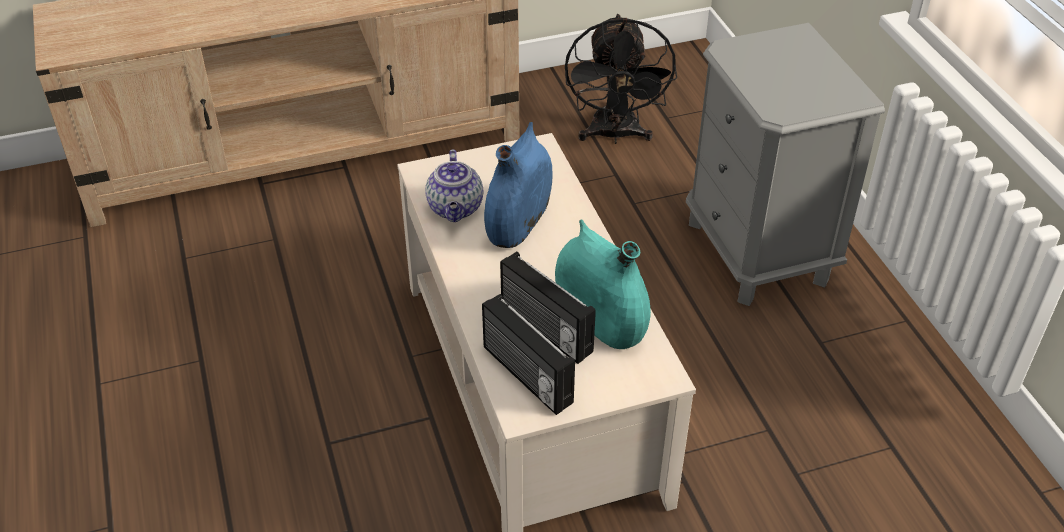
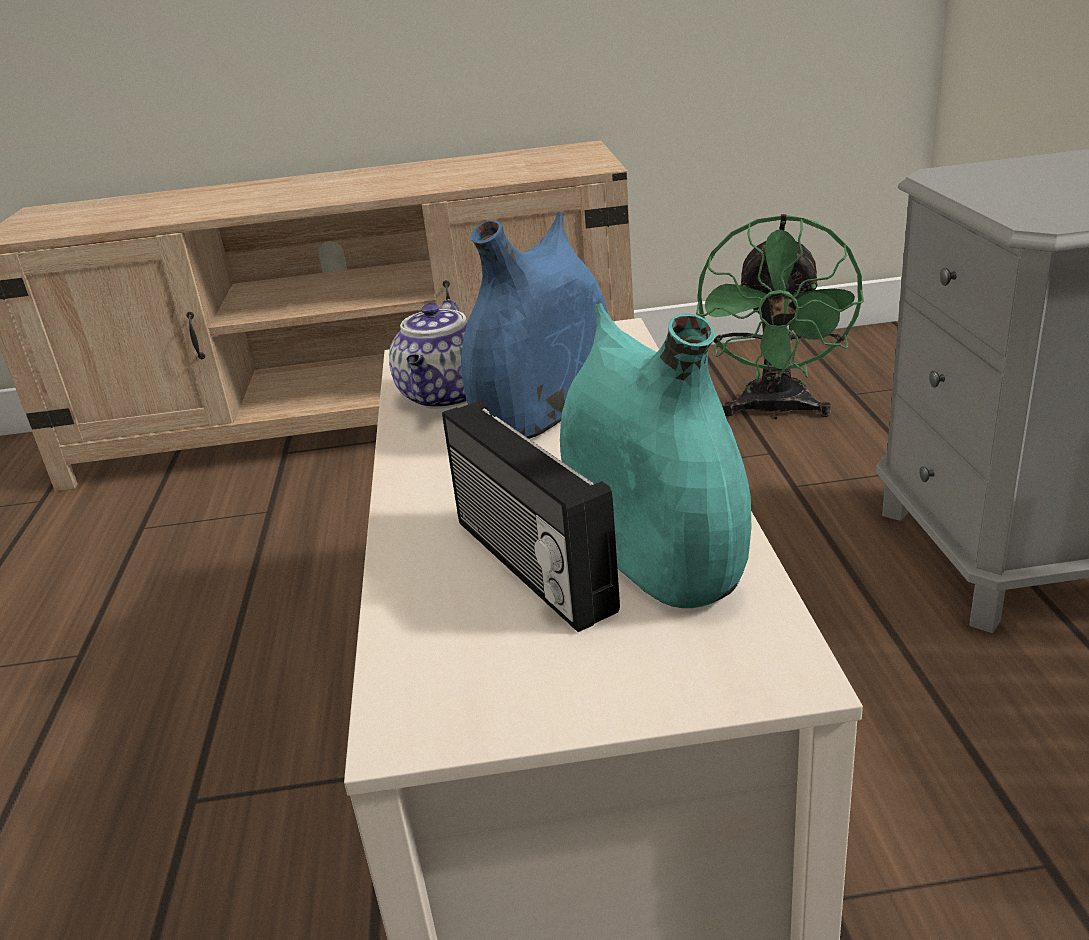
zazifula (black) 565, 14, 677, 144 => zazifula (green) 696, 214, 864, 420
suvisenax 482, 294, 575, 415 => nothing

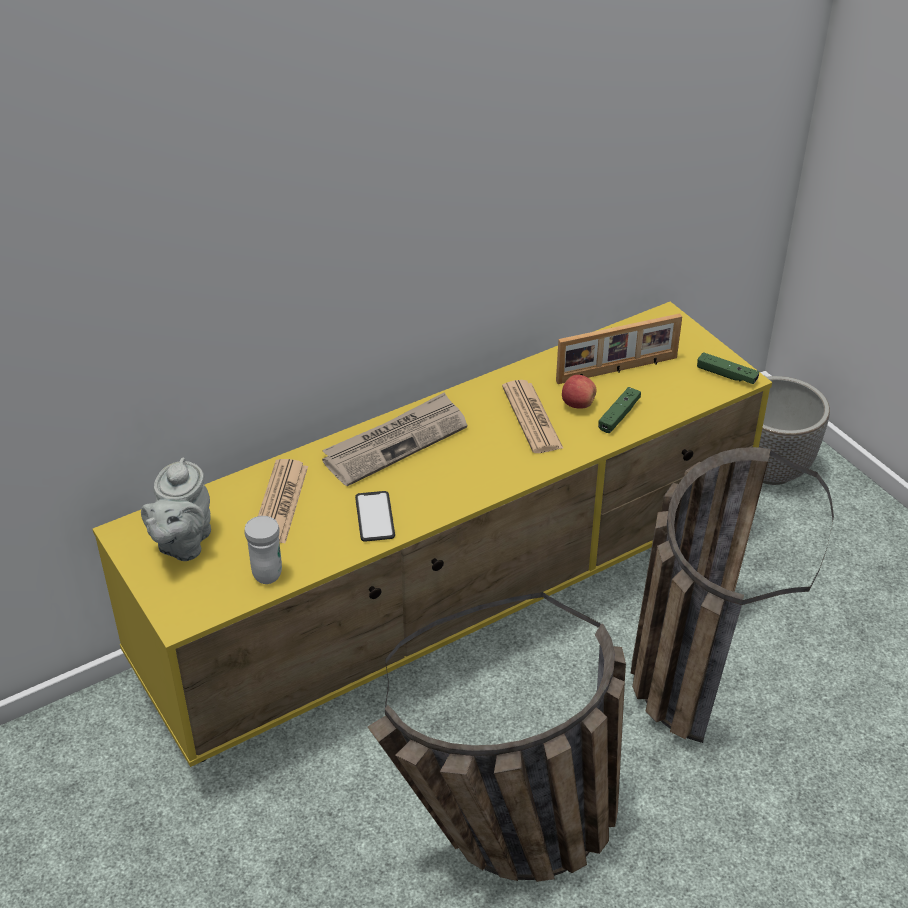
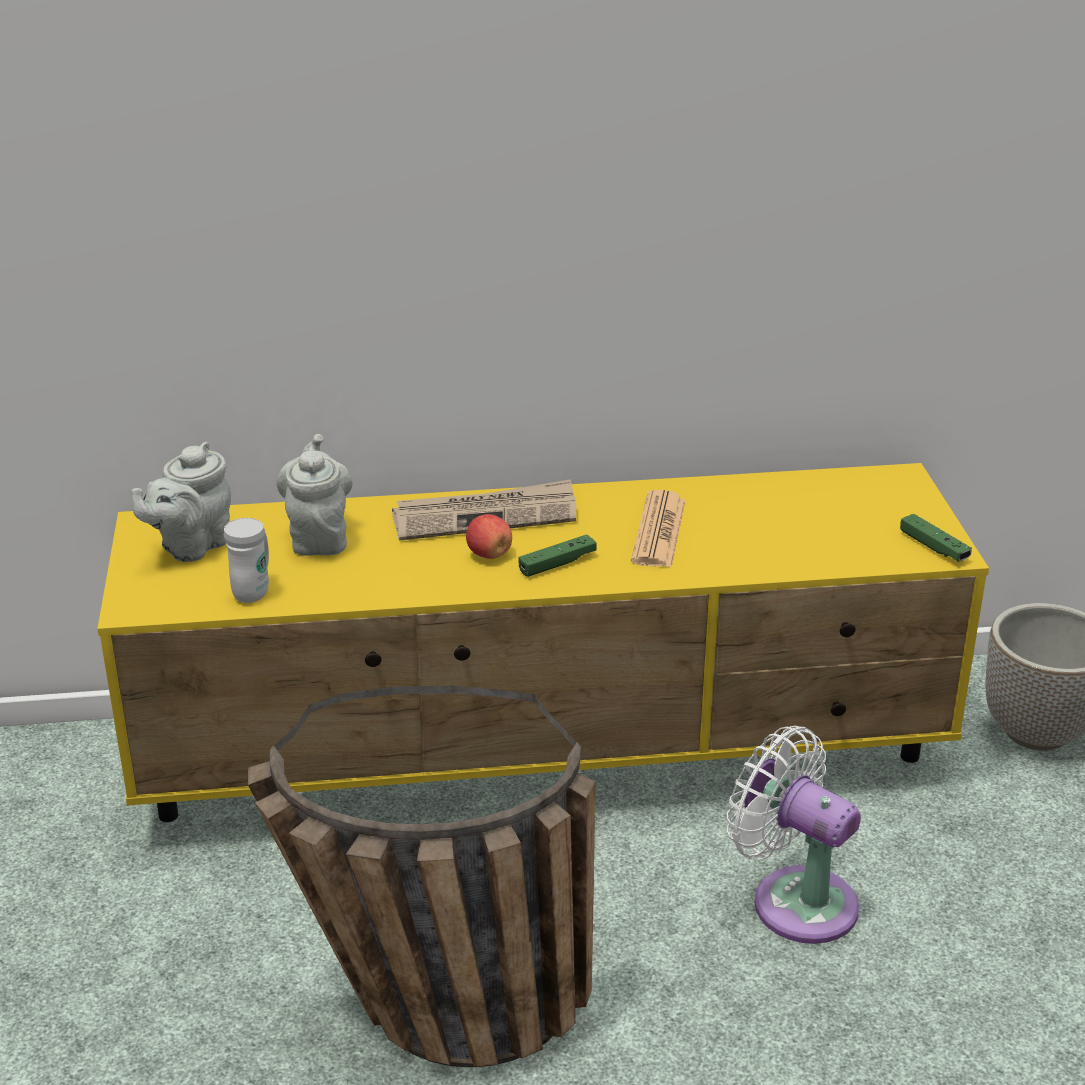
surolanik 556, 313, 682, 384 => nothing
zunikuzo 562, 375, 596, 409 => zunikuzo 466, 514, 512, 559, moved
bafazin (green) 598, 387, 641, 433 => bafazin (green) 518, 534, 597, 577, moved
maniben 631, 447, 834, 743 => zazifula (white) 726, 726, 861, 944
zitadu 258, 459, 308, 543 => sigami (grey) 277, 434, 353, 556
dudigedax 355, 491, 395, 542 => nothing

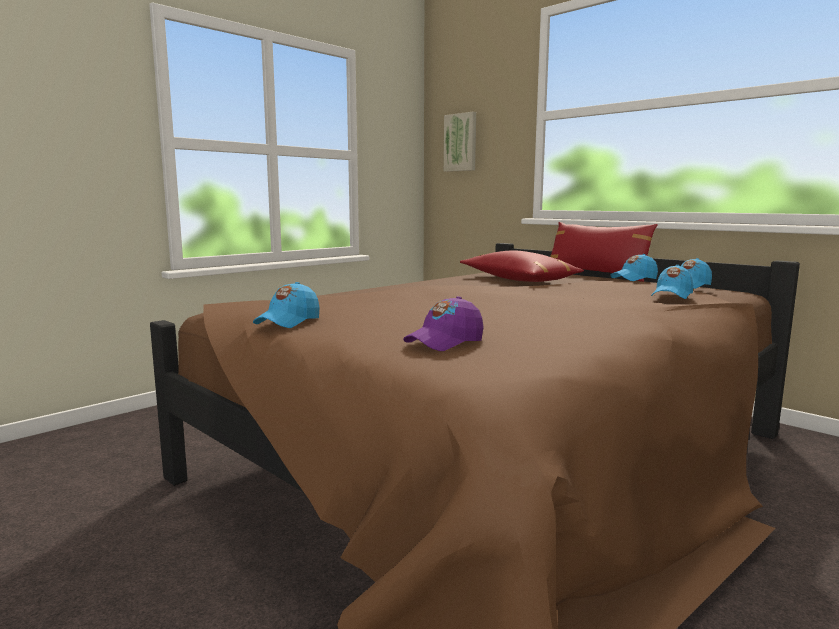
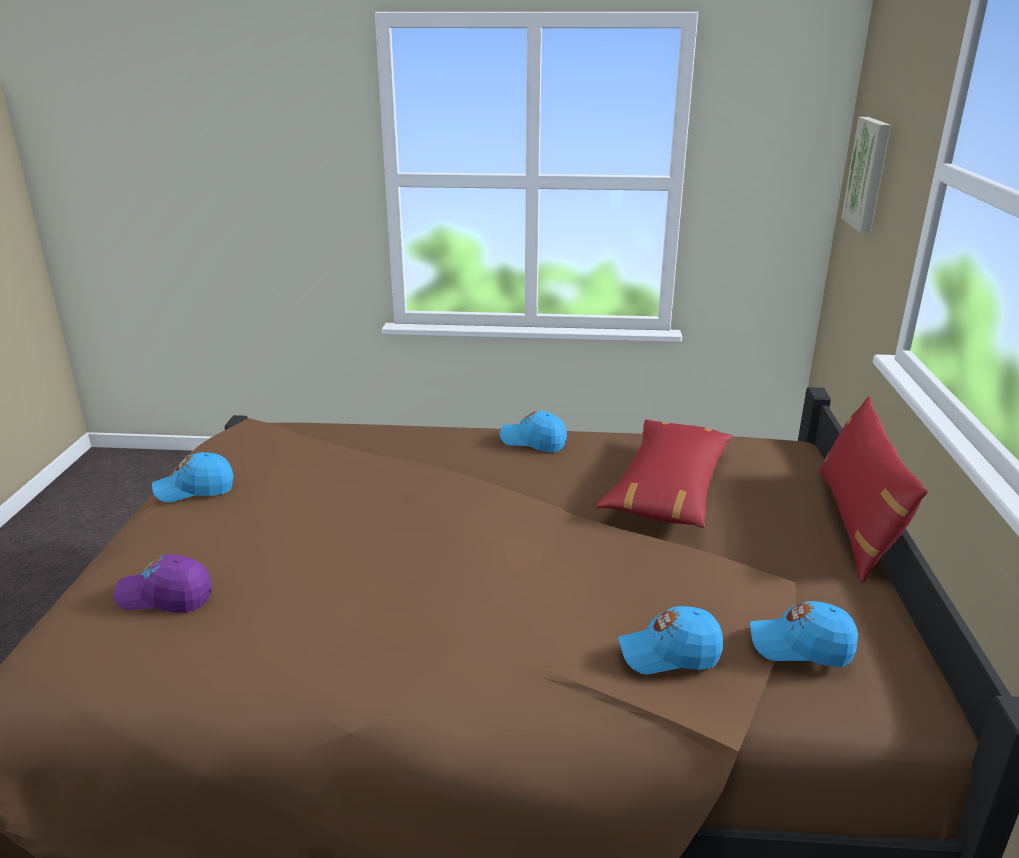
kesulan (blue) 610, 254, 658, 281 => kesulan (blue) 500, 411, 567, 453, moved

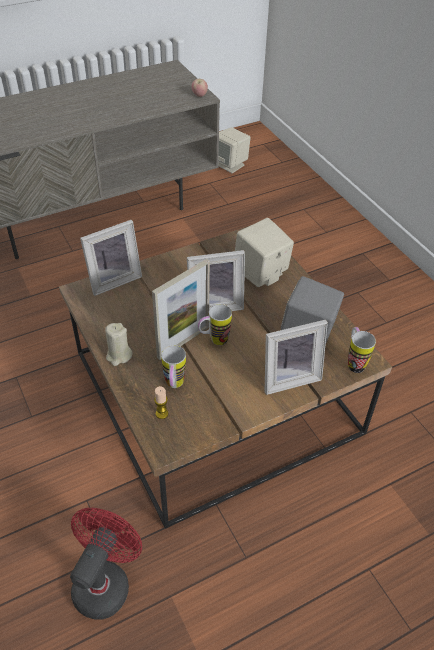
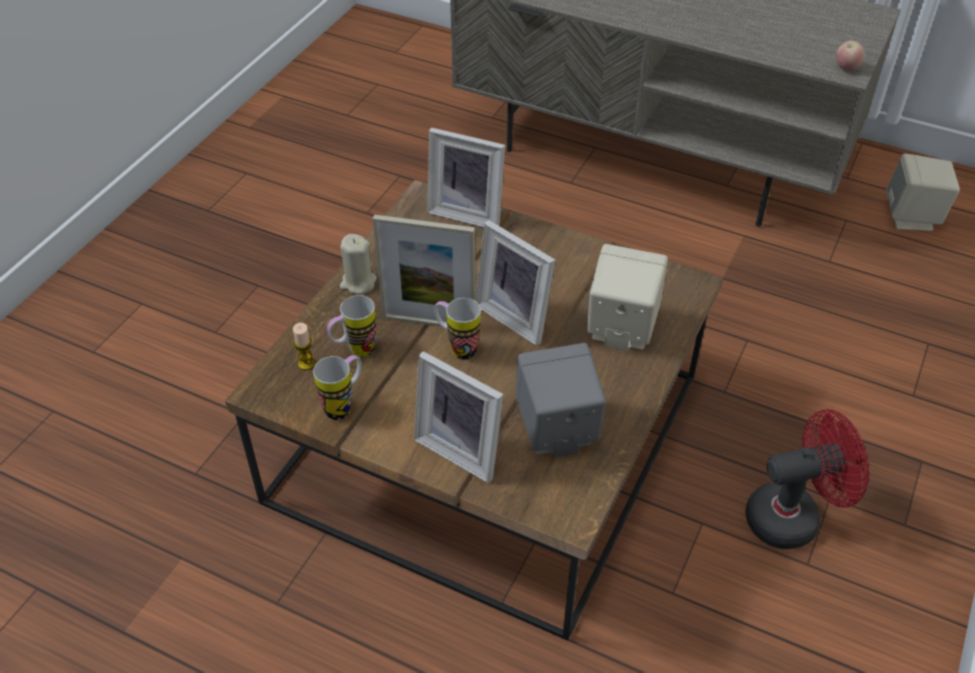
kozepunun 348, 327, 376, 373 => kozepunun 313, 355, 362, 420, moved
zazifula (red) 70, 508, 142, 619 => zazifula (red) 746, 409, 869, 549, moved

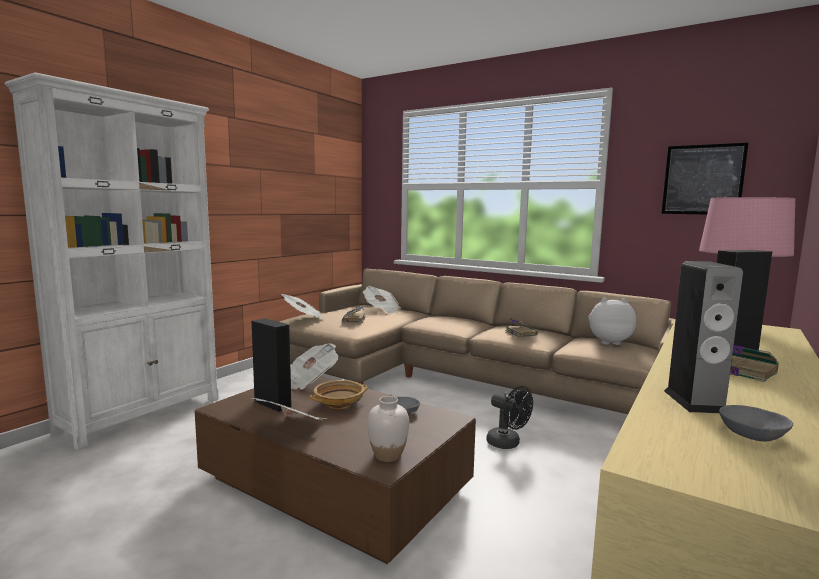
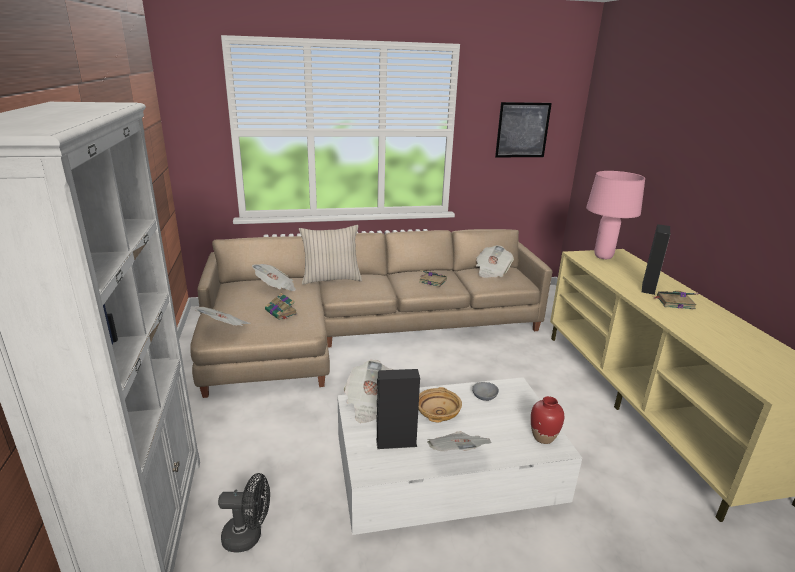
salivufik 664, 261, 743, 413 => nothing
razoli 588, 298, 636, 345 => zitadu 476, 245, 514, 278
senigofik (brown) 195, 376, 476, 564 => senigofik (white) 338, 377, 582, 535
zazifula (black) 486, 386, 533, 449 => zazifula (black) 218, 473, 270, 553, moved
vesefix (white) 367, 396, 409, 462 => vesefix (red) 531, 396, 564, 444
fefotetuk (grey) 719, 405, 793, 441 => nothing
nothing => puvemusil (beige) 299, 225, 362, 285

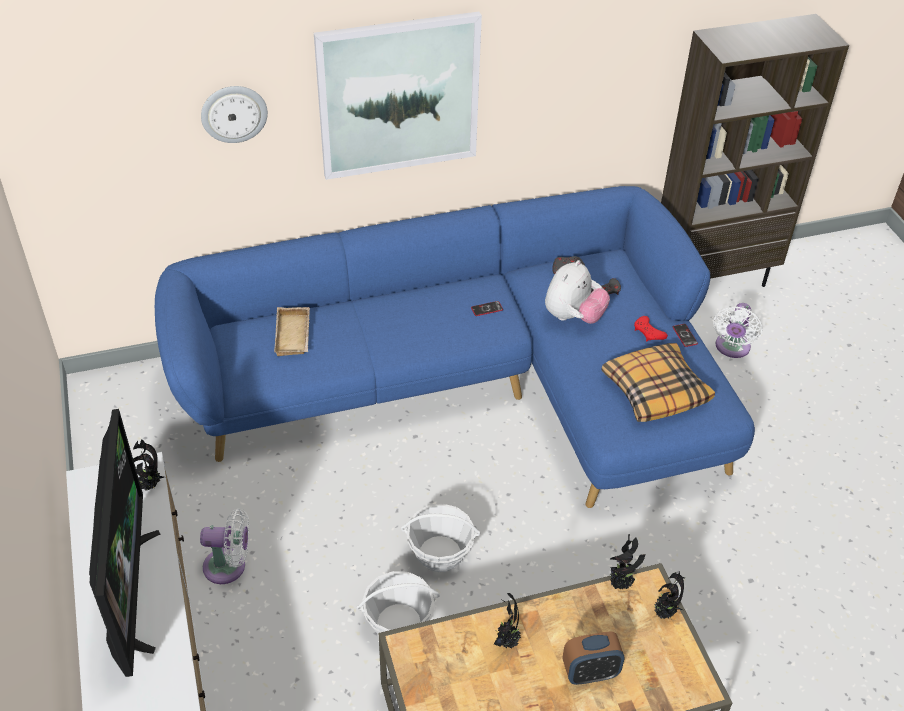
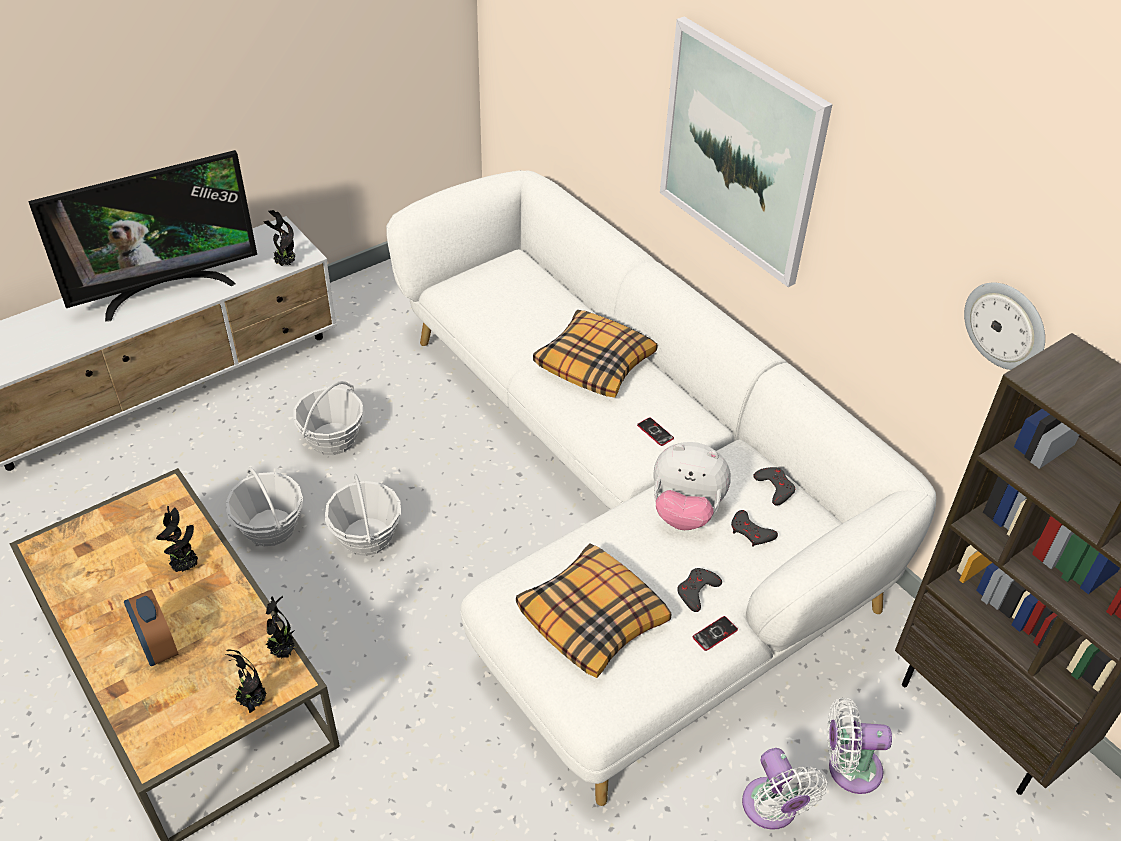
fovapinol 201, 86, 268, 143 => fovapinol 964, 283, 1045, 370, moved
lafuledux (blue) 155, 186, 755, 508 => lafuledux (white) 386, 170, 936, 806
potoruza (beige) 274, 307, 310, 356 => nothing
bafazin (red) 634, 316, 668, 341 => bafazin (grey) 677, 568, 722, 612
zazifula (white) 200, 509, 249, 584 => zazifula (white) 742, 748, 827, 830, moved
nothing => puvemusil 533, 310, 657, 398
nothing => maniben 293, 381, 365, 455

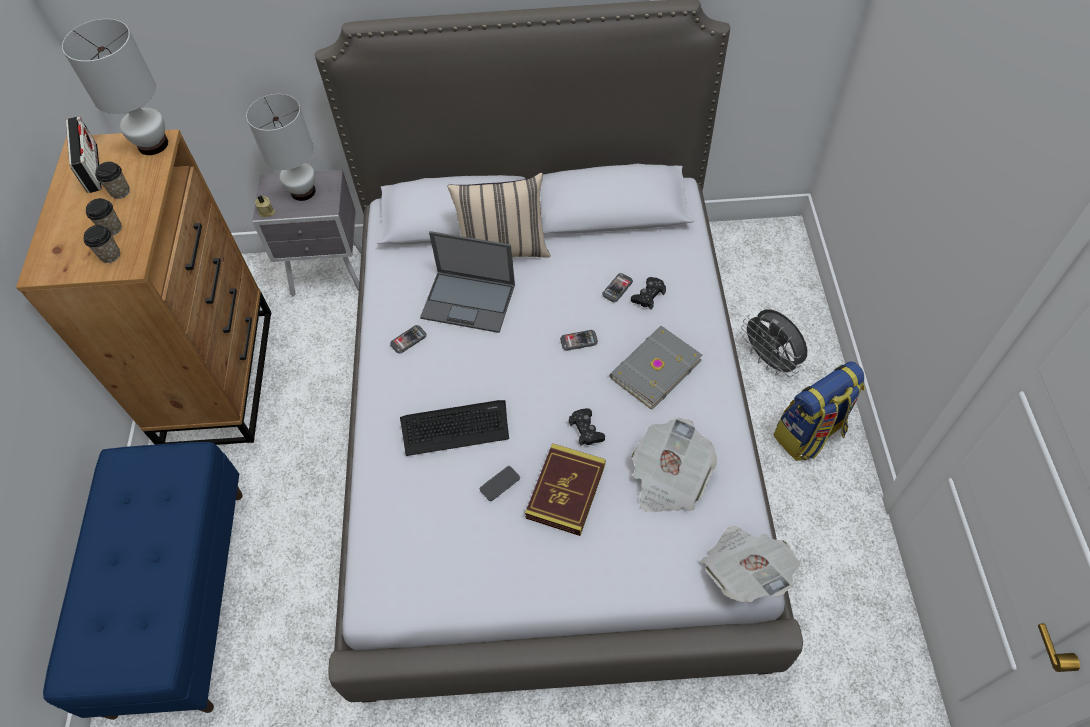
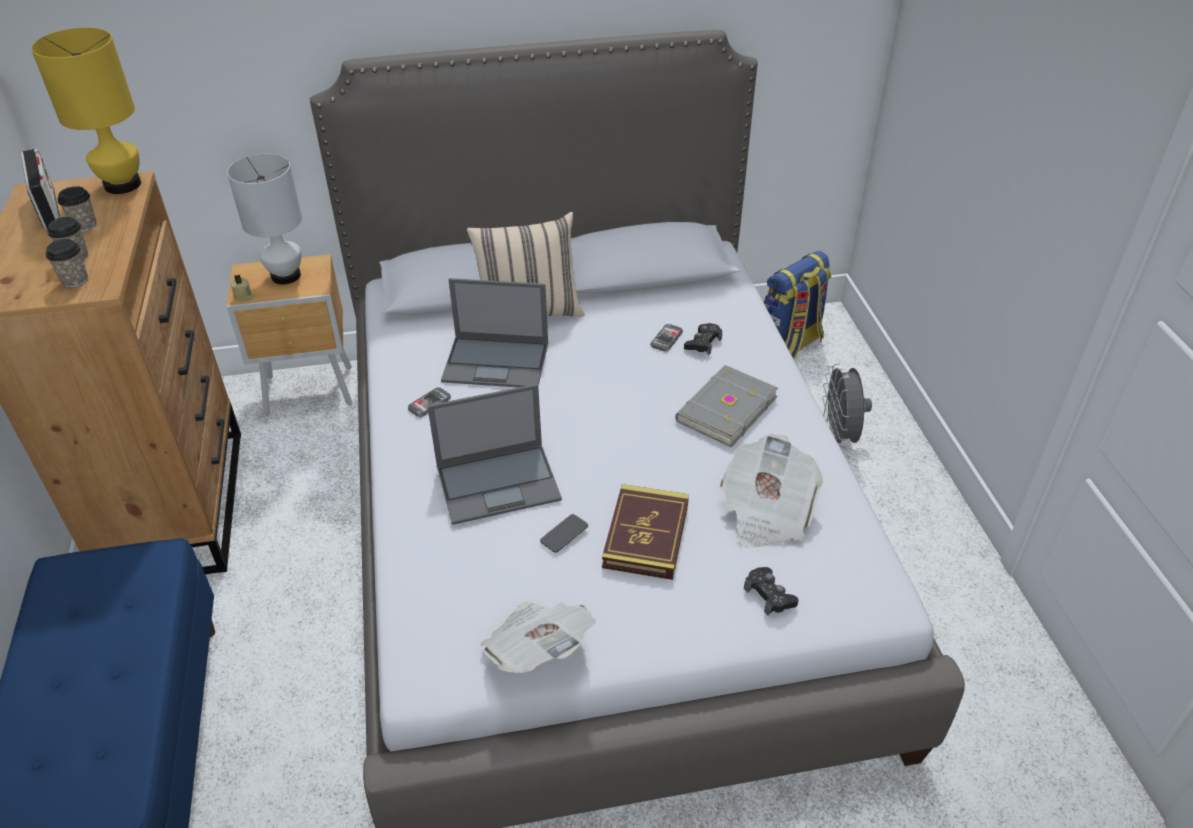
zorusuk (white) 62, 19, 168, 155 => zorusuk (yellow) 31, 28, 141, 194
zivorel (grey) 253, 170, 362, 296 => zivorel (brown) 227, 254, 353, 416
zazifula (grey) 741, 309, 807, 377 => zazifula (grey) 822, 364, 872, 447, 45 degrees clockwise
dudigedax 560, 330, 598, 351 => nothing
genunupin 774, 361, 865, 461 => genunupin 764, 251, 832, 359, moved
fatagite 400, 400, 509, 456 => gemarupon 427, 384, 562, 525
bafazin (black) 569, 408, 605, 446 => bafazin (black) 744, 567, 799, 616, moved
zitadu 701, 526, 800, 602 => zitadu 480, 602, 596, 673, moved

